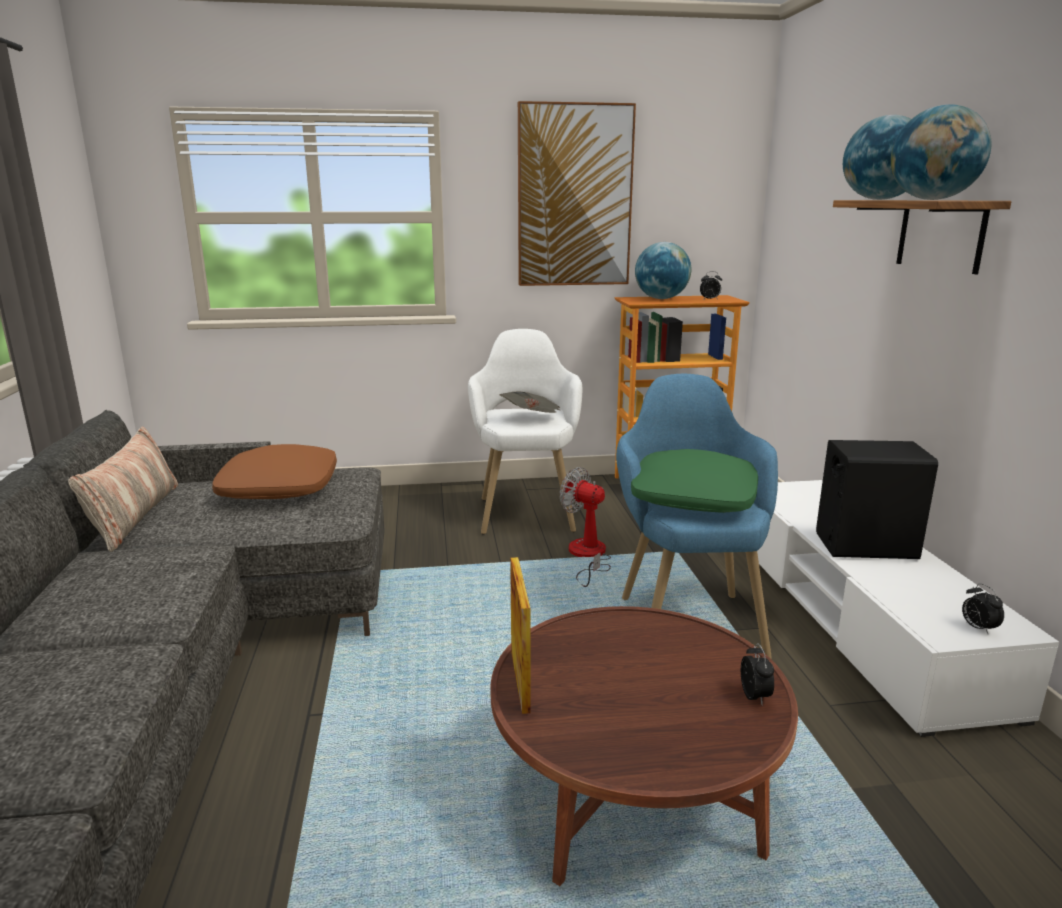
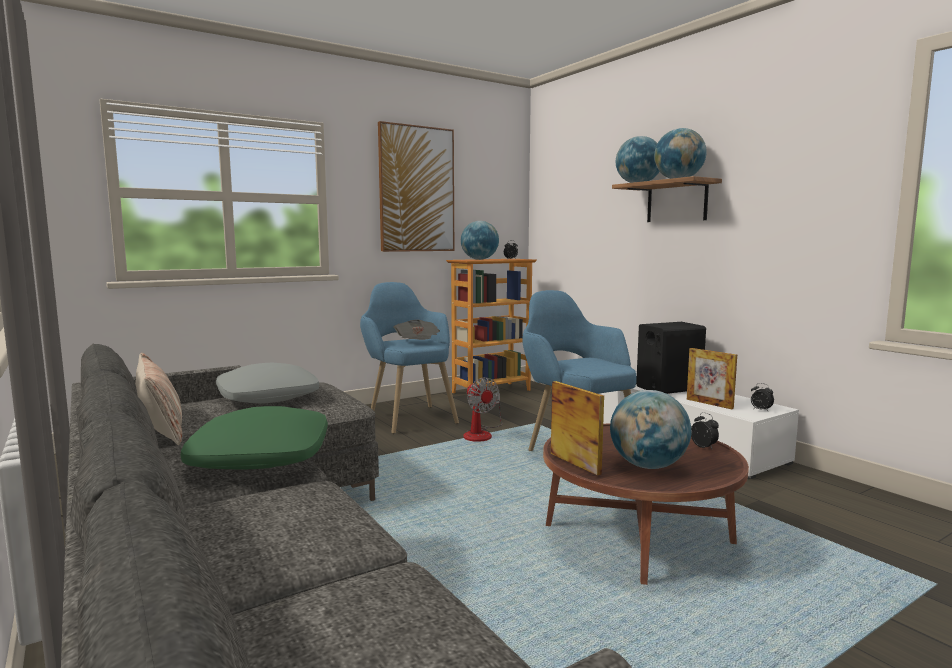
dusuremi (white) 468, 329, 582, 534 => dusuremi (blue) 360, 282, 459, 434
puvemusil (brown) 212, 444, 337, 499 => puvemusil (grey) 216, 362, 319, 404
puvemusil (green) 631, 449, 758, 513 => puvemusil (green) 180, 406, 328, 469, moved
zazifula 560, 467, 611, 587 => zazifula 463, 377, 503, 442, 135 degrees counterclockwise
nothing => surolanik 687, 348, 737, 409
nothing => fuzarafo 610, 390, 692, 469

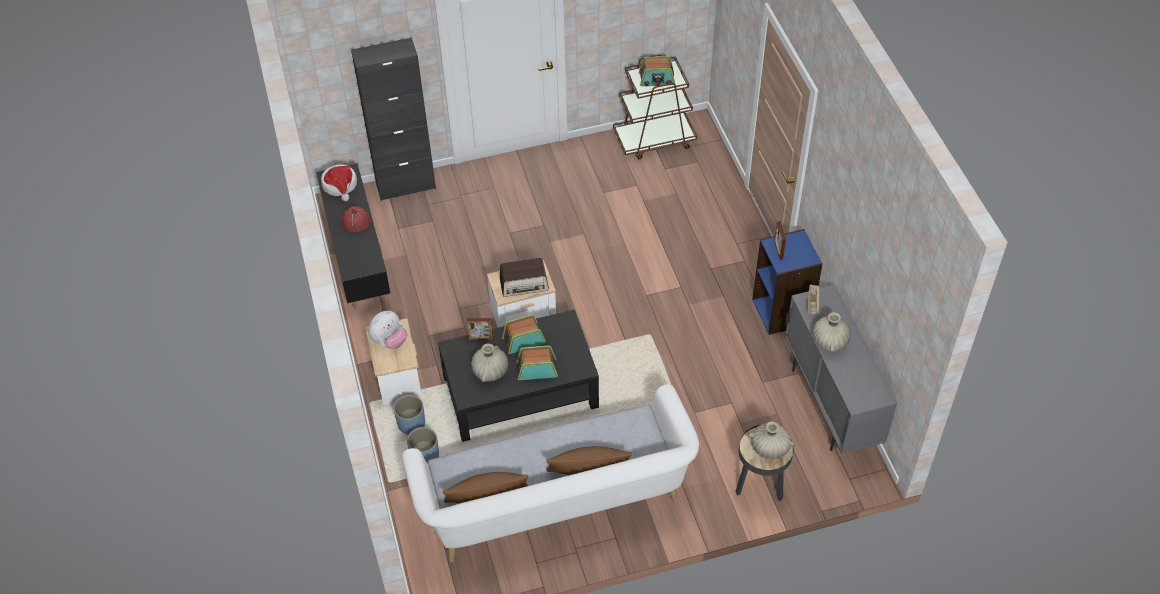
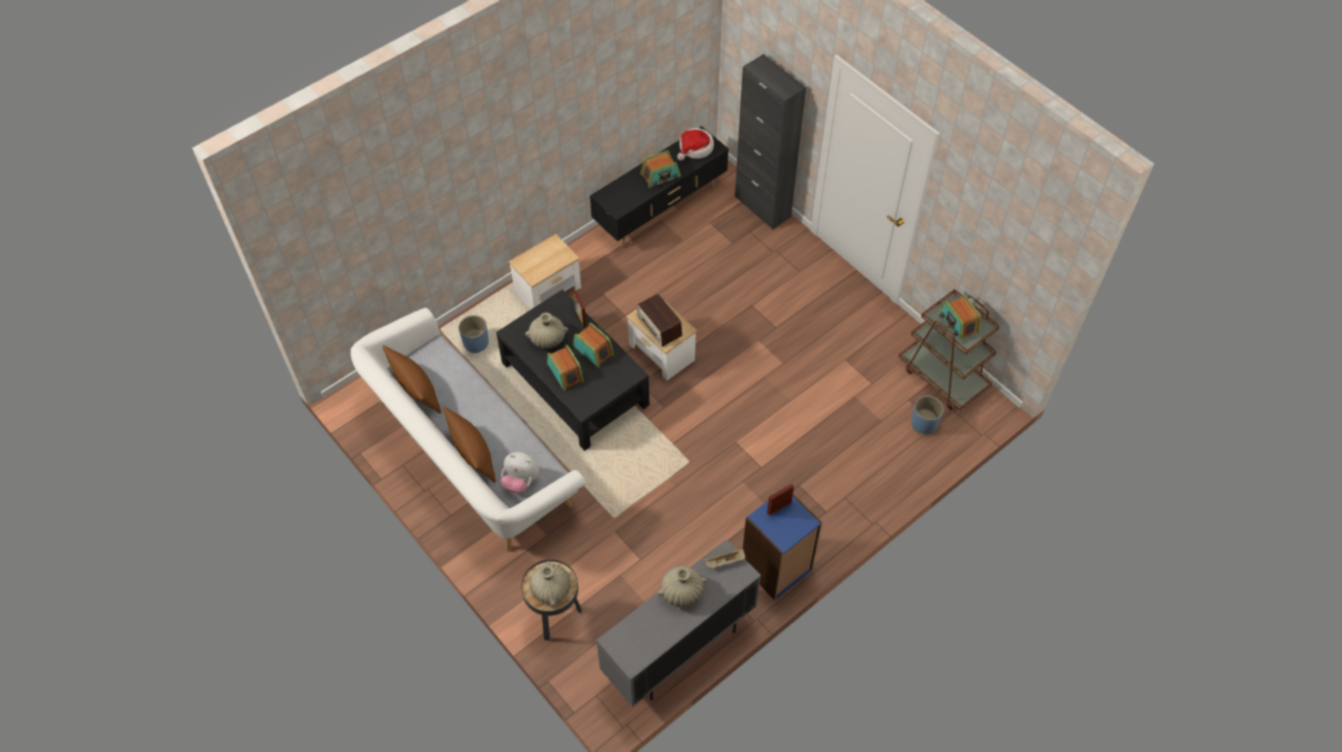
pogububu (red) 341, 206, 371, 232 => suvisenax 640, 150, 681, 188
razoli 368, 311, 407, 349 => razoli 501, 452, 539, 494, moved
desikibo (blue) 393, 395, 425, 435 => desikibo (blue) 911, 396, 944, 434, moved

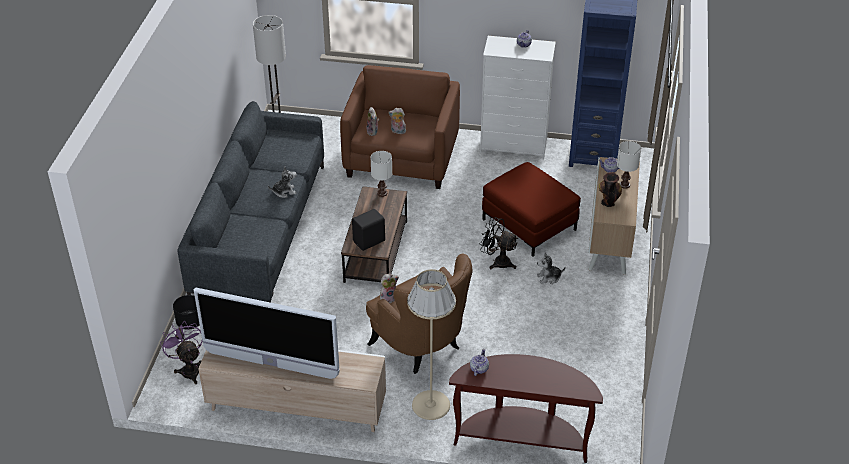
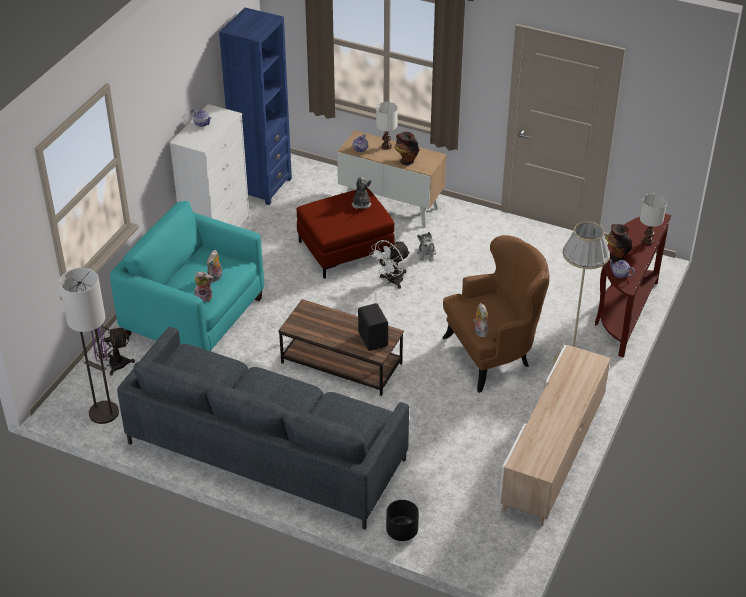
dusuremi (brown) 340, 65, 460, 189 => dusuremi (turquoise) 110, 201, 264, 351
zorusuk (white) 370, 151, 392, 197 => zorusuk (white) 640, 194, 667, 245, moved
razoli 268, 167, 297, 198 => razoli 352, 177, 371, 209, moved
zazifula (black) 479, 217, 518, 269 => zazifula (white) 369, 240, 410, 289
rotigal 194, 288, 340, 379 => nothing
zazifula (purple) 160, 322, 203, 384 => zazifula (purple) 91, 324, 135, 376, moved
nothing => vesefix 606, 224, 632, 261

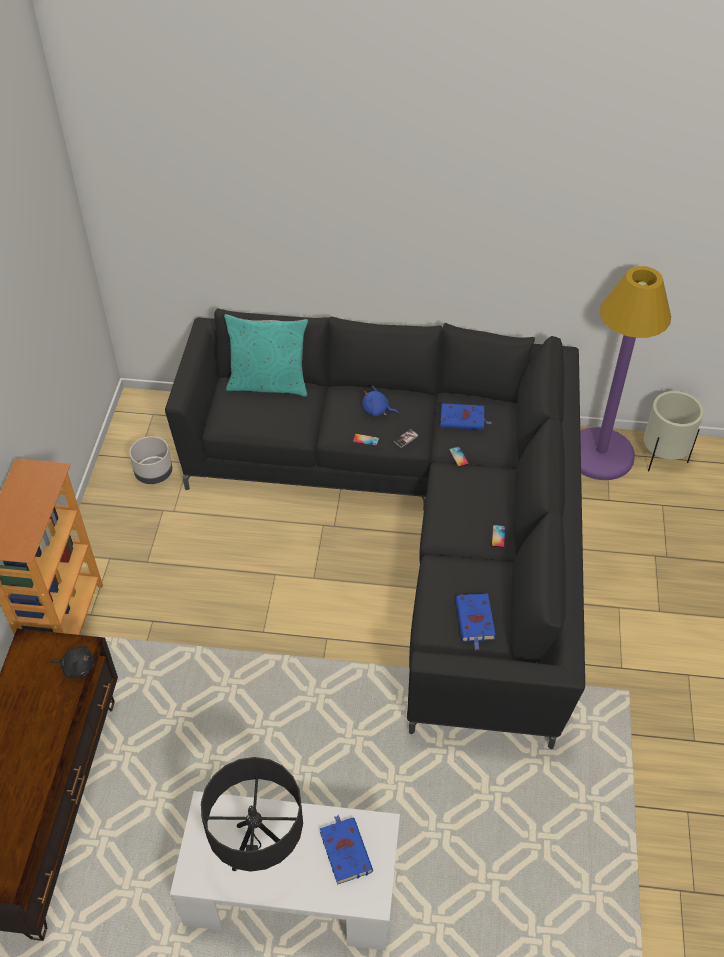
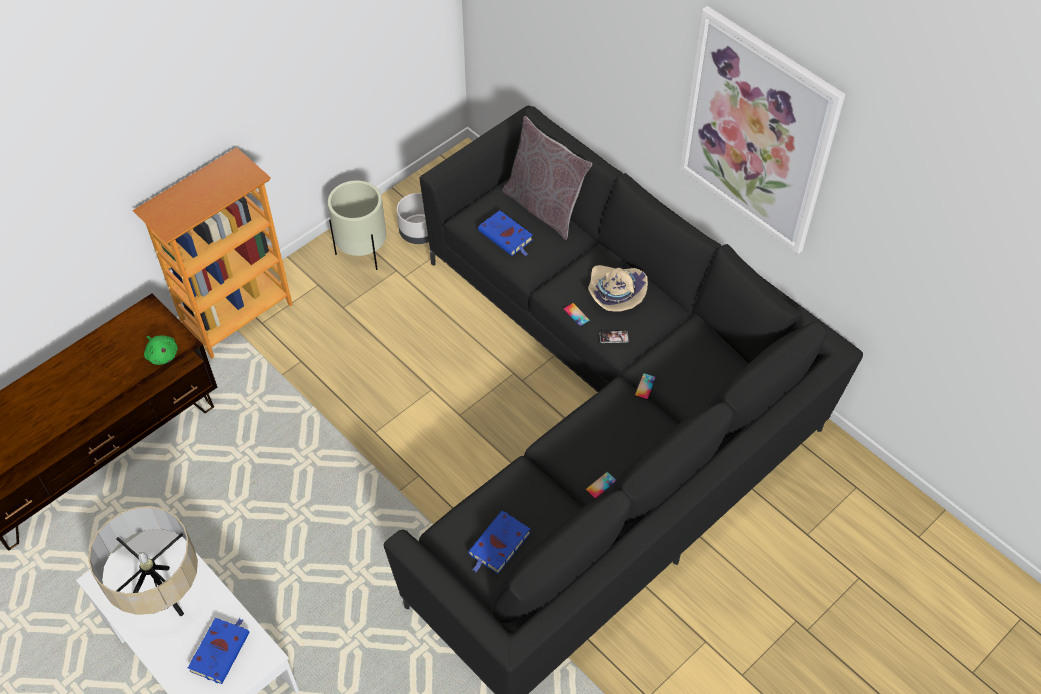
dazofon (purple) 580, 266, 671, 480 => nothing
puvemusil (turquoise) 224, 314, 308, 397 => puvemusil (grey) 502, 116, 592, 240
razoli (blue) 362, 386, 399, 416 => pogububu (beige) 588, 265, 648, 311
desikibo (beige) 644, 391, 704, 471 => desikibo (beige) 328, 180, 386, 270, moved
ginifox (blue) 440, 403, 492, 430 => ginifox (blue) 478, 210, 533, 256, moved
razoli (black) 51, 645, 95, 679 => razoli (green) 144, 335, 178, 365
zorusuk (black) 201, 757, 303, 872 => zorusuk (beige) 88, 506, 198, 616
nothing => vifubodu 679, 6, 845, 254

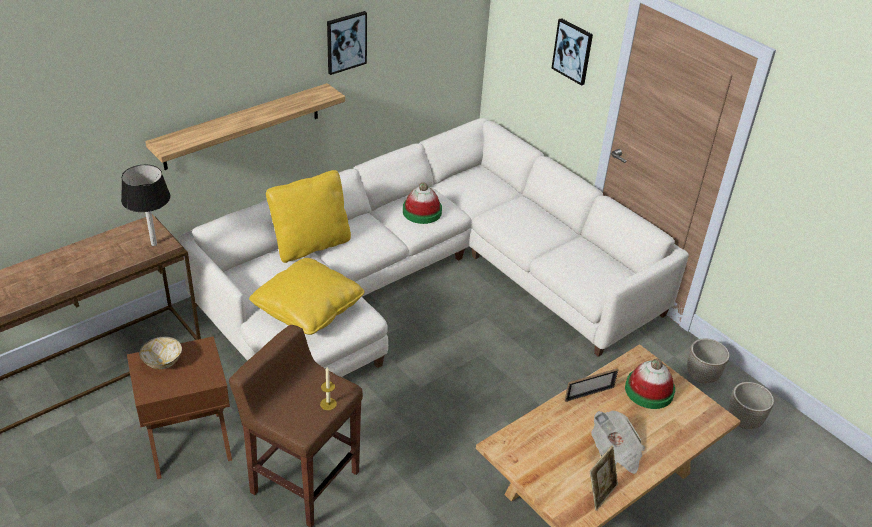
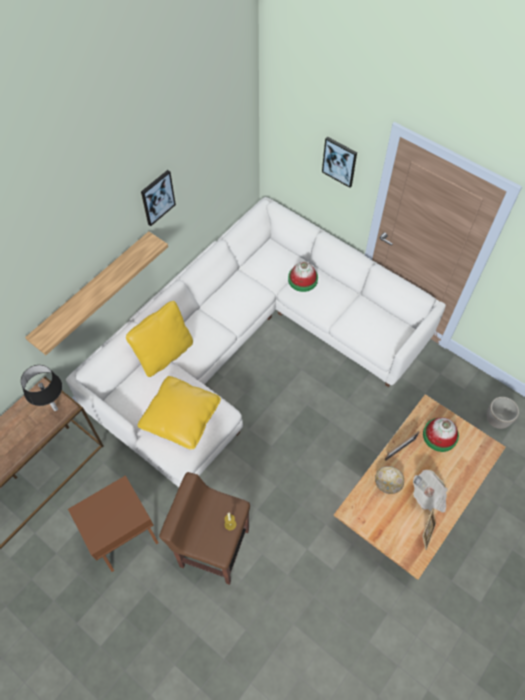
pogububu 403, 182, 442, 224 => pogububu 288, 262, 318, 292, moved
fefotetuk 139, 337, 182, 369 => fefotetuk 375, 466, 404, 494, moved
desikibo 687, 338, 730, 383 => nothing

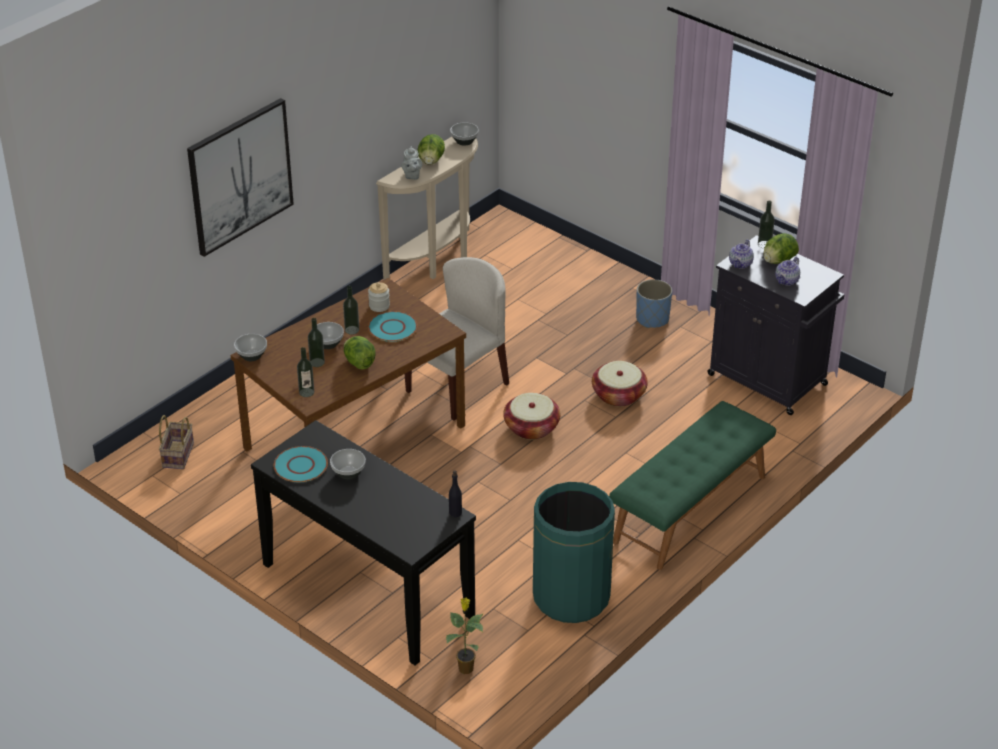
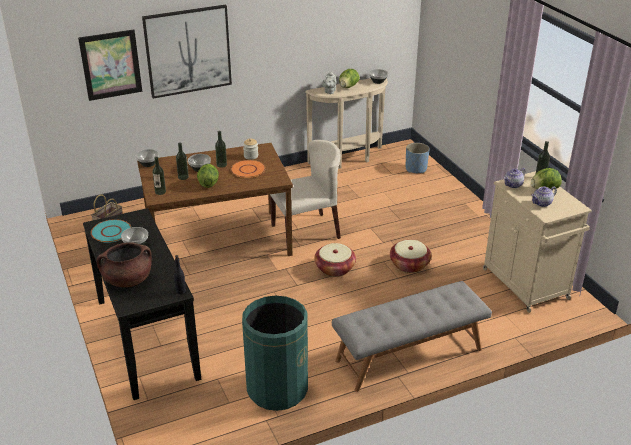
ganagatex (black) 707, 235, 845, 415 => ganagatex (beige) 483, 171, 592, 313
desikibo (blue) 636, 279, 672, 328 => desikibo (blue) 406, 143, 430, 173, moved
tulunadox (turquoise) 368, 311, 417, 342 => tulunadox (orange) 230, 160, 266, 178
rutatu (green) 609, 401, 776, 570 => rutatu (grey) 332, 281, 492, 392
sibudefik 446, 598, 483, 674 => nothing
nothing => vifubodu 78, 29, 142, 101
nothing => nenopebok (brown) 96, 242, 152, 287

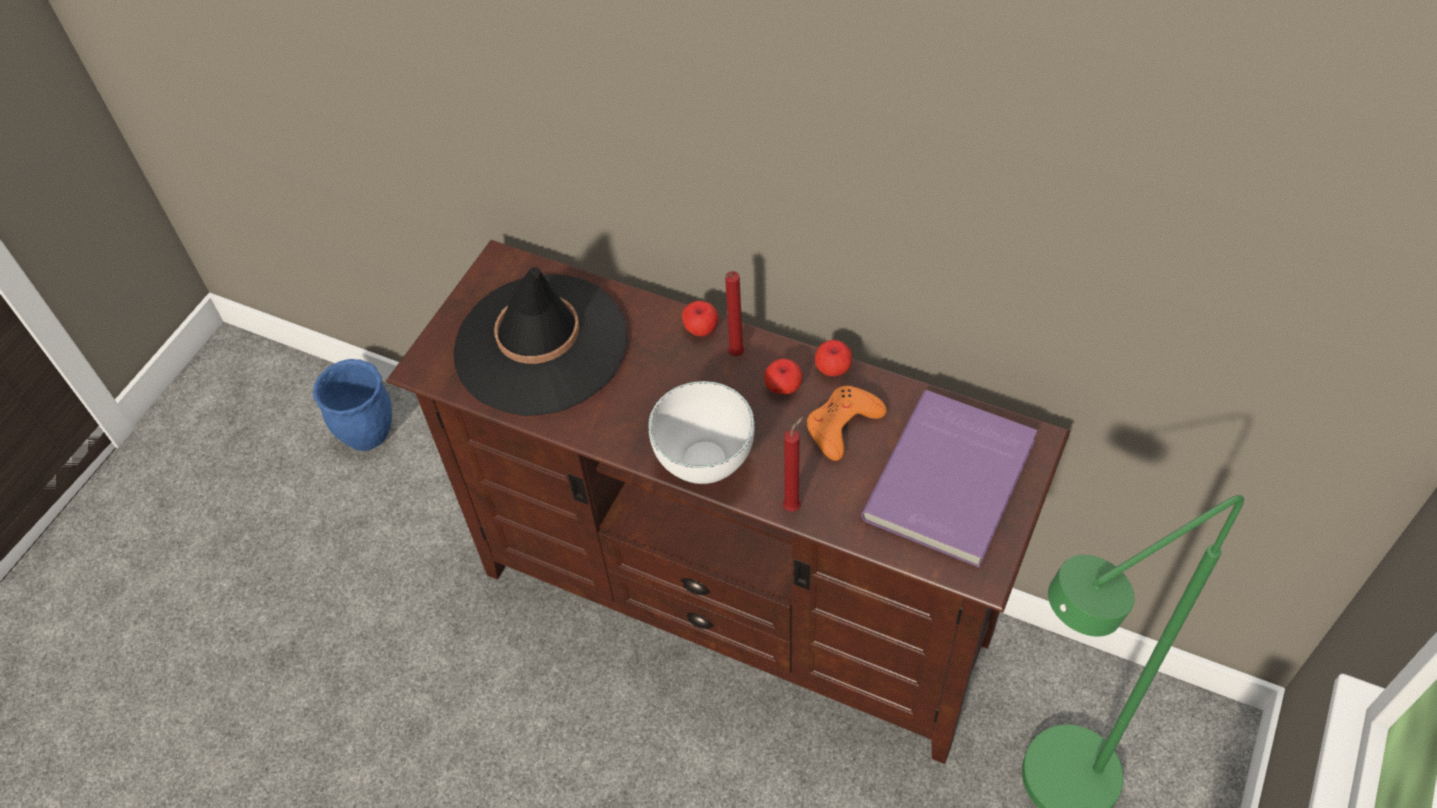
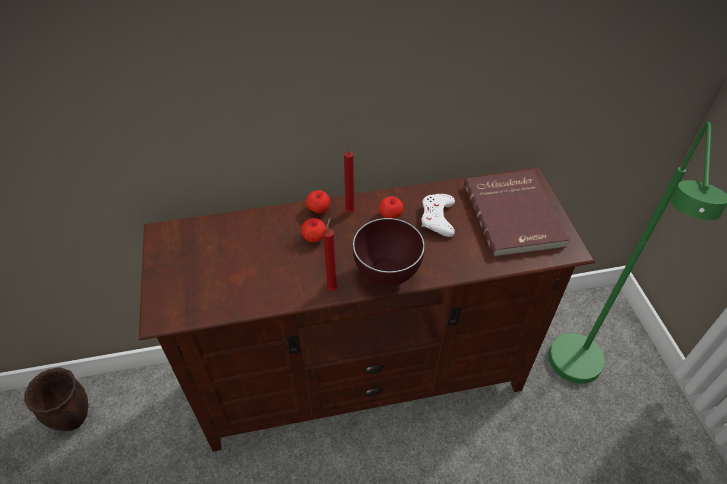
pogububu (black) 453, 267, 627, 416 => nothing
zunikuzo 815, 340, 852, 376 => zunikuzo 302, 218, 327, 243, moved
desikibo (blue) 313, 359, 392, 451 => desikibo (brown) 24, 367, 89, 431
fefotetuk (white) 648, 381, 754, 484 => fefotetuk (brown) 352, 218, 425, 286
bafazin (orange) 807, 386, 887, 461 => bafazin (white) 421, 194, 455, 237
ginifox (purple) 861, 390, 1038, 567 => ginifox (red) 464, 171, 569, 258
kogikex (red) 783, 417, 803, 511 => kogikex (red) 323, 218, 338, 291, moved

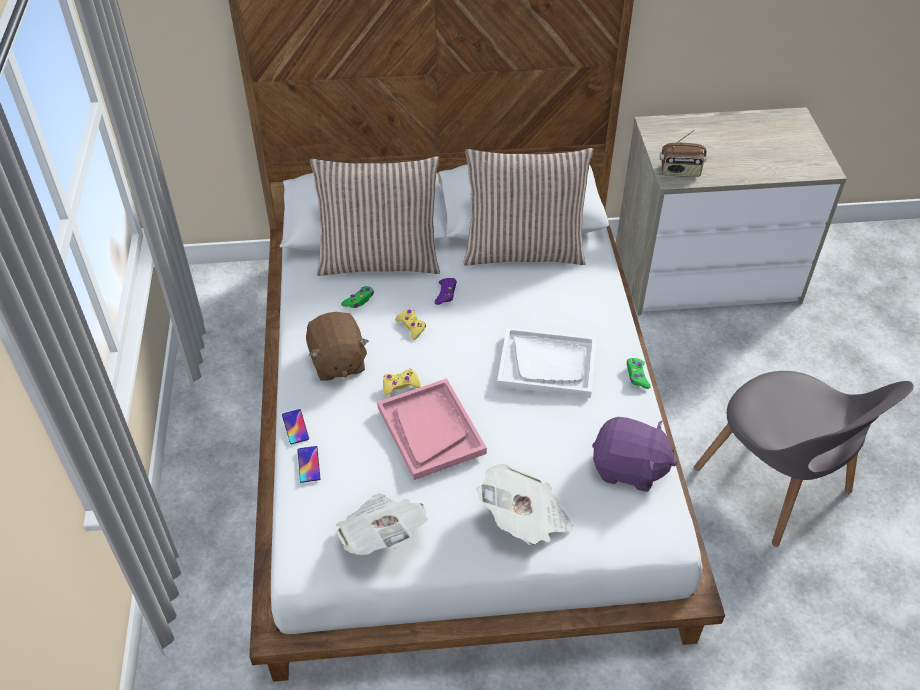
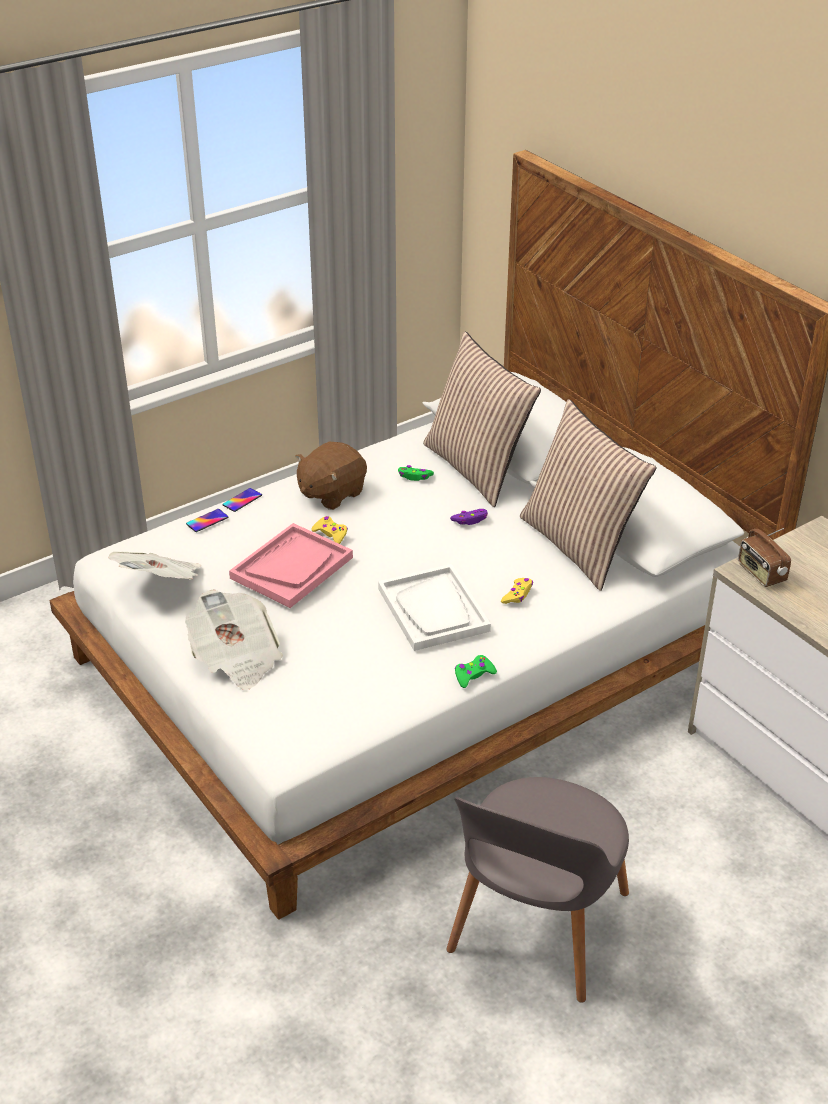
bafazin (yellow) 395, 309, 426, 340 => bafazin (yellow) 501, 578, 533, 604, moved
razoli (purple) 592, 417, 677, 492 => nothing

